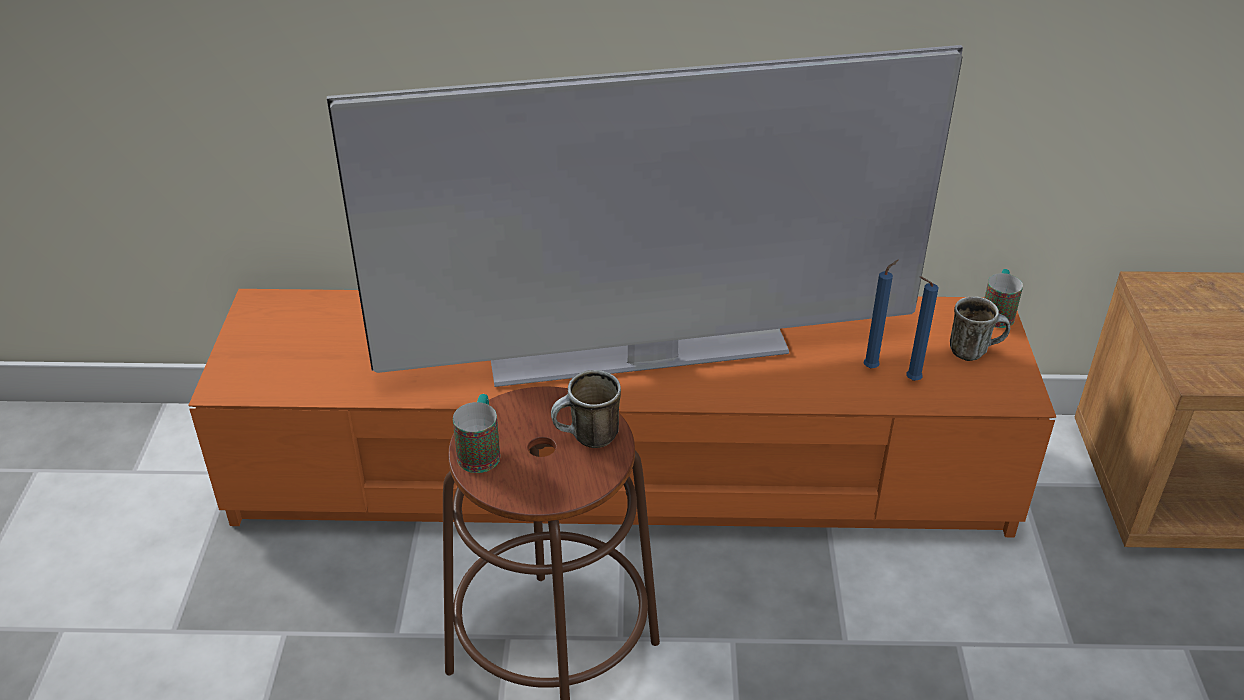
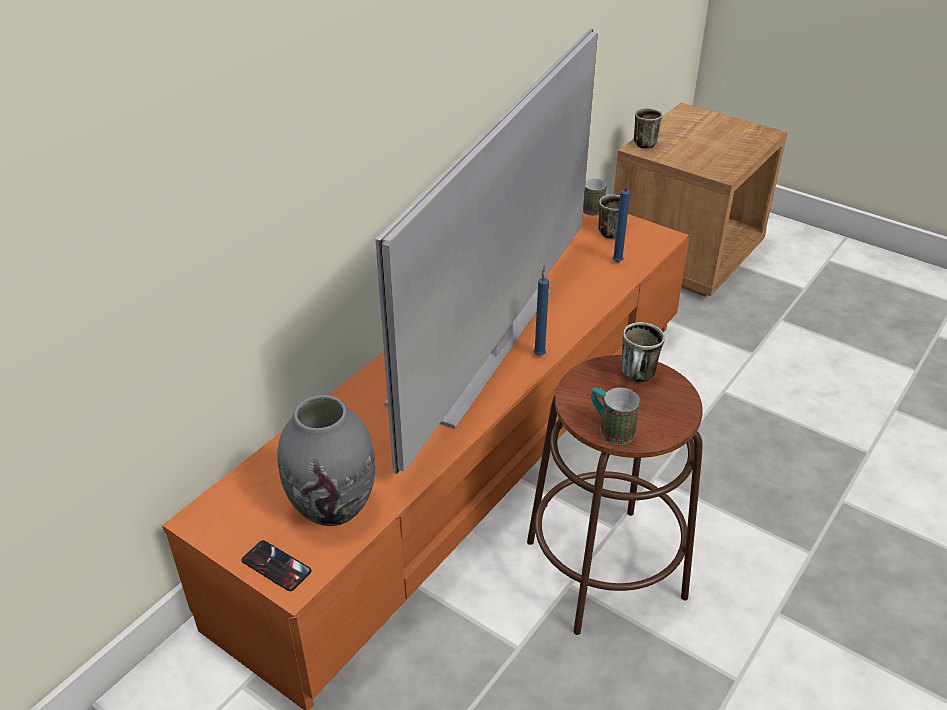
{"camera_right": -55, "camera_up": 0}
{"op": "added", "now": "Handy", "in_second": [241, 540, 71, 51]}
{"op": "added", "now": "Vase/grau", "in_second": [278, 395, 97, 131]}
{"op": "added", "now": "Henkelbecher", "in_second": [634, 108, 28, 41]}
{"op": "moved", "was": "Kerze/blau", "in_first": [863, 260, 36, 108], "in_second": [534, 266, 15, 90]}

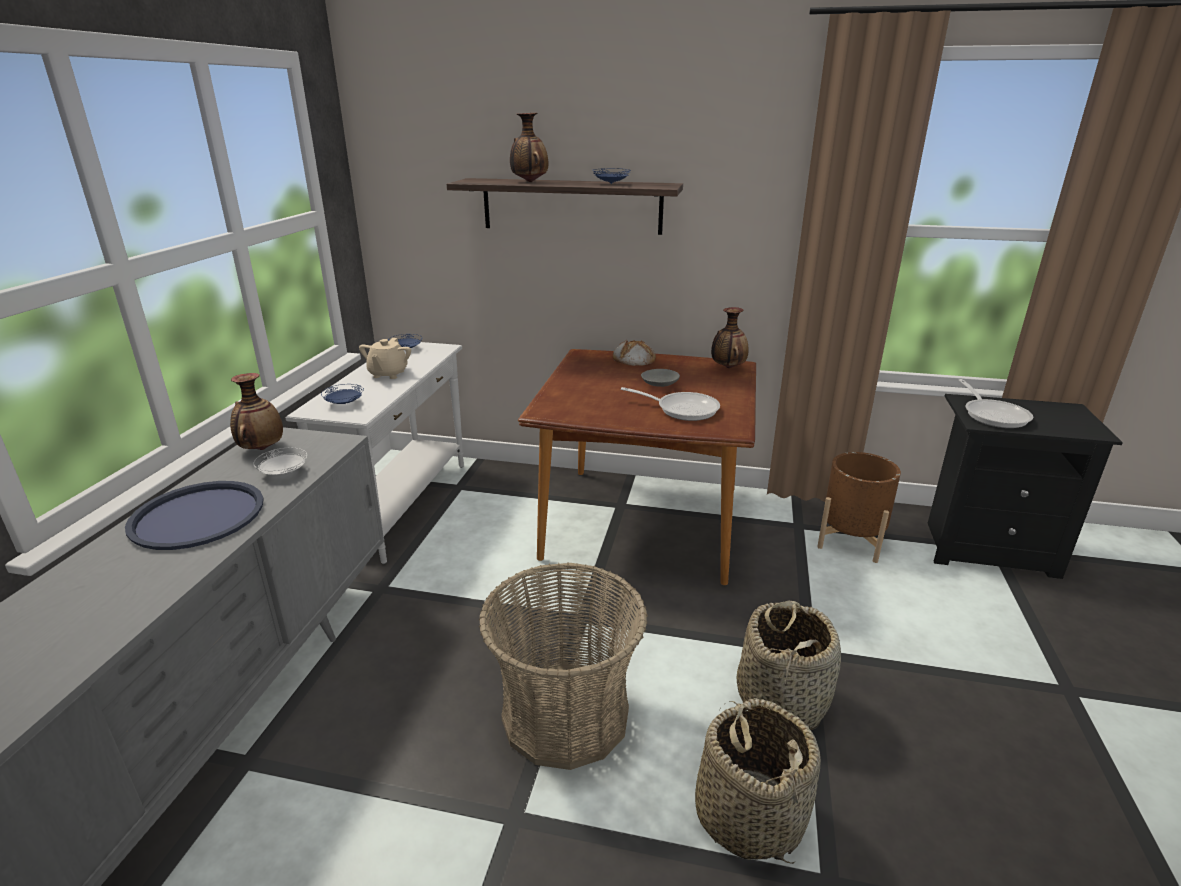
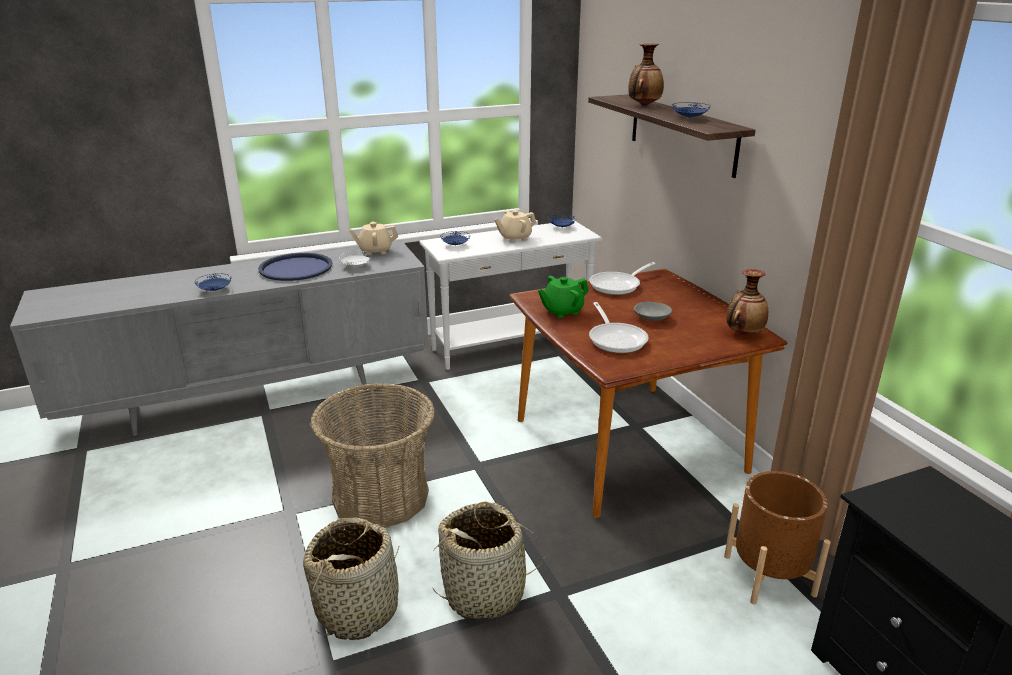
{"camera_right": 55, "camera_up": 0}
{"op": "removed", "was": "Brot", "in_first": [613, 340, 43, 26]}
{"op": "added", "now": "Teller/blau", "in_second": [195, 273, 37, 18]}
{"op": "added", "now": "Teekanne/grün", "in_second": [538, 276, 51, 42]}
{"op": "moved", "was": "Pfanne", "in_first": [959, 379, 74, 49], "in_second": [589, 262, 67, 33]}
{"op": "replaced", "was": "Vase", "now": "Teekanne/beige", "in_first": [230, 373, 53, 77], "in_second": [349, 221, 49, 34]}

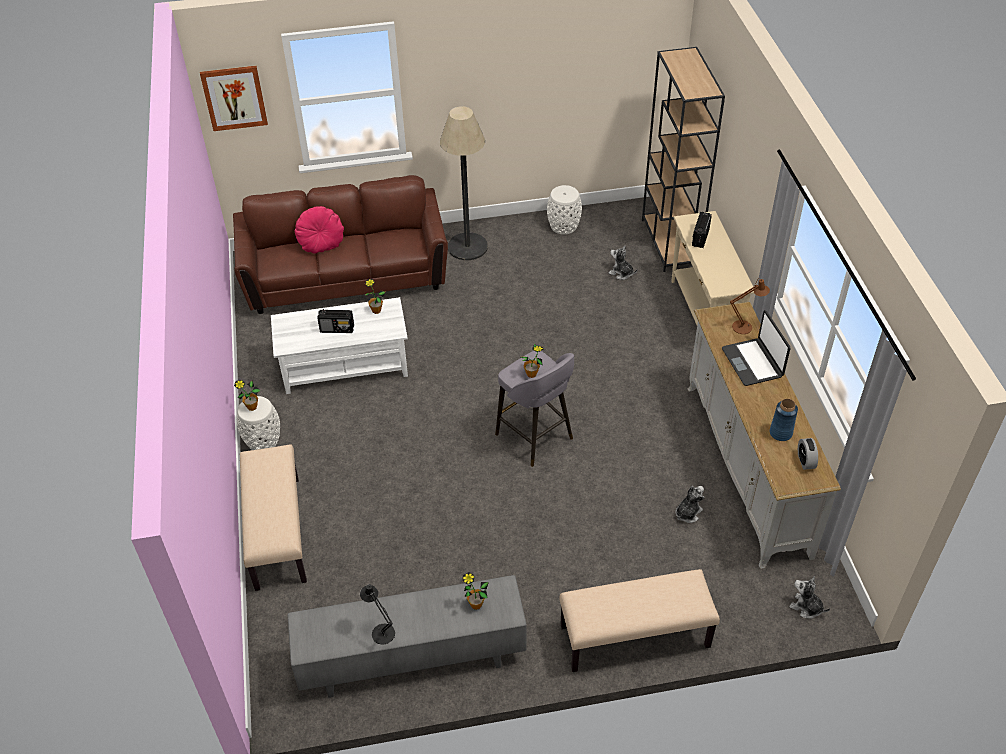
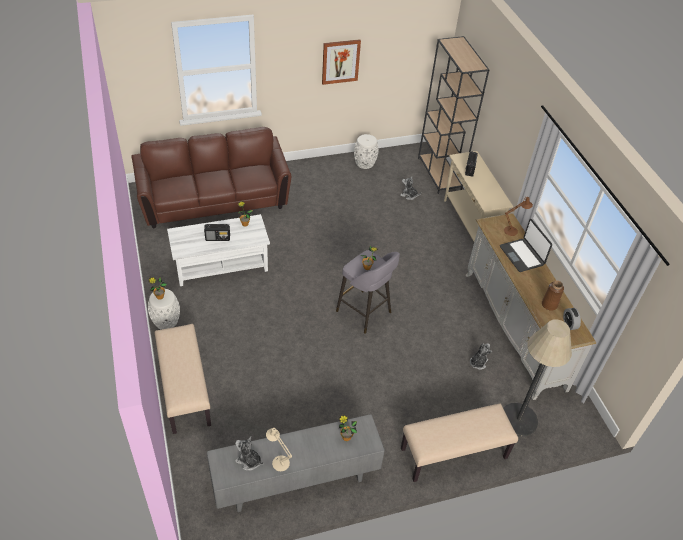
{"camera_right": -10, "camera_up": 0}
{"op": "removed", "was": "Kissen/rosa", "in_first": [295, 206, 49, 48]}
{"op": "moved", "was": "Bild", "in_first": [200, 66, 68, 65], "in_second": [322, 39, 39, 46]}
{"op": "moved", "was": "Stehlampe", "in_first": [440, 106, 48, 154], "in_second": [503, 319, 69, 118]}
{"op": "moved", "was": "Plüschtier", "in_first": [789, 576, 41, 43], "in_second": [235, 436, 29, 35]}
{"op": "recoloured", "was": "Tischlampe/schwarz", "now": "Tischlampe/beige", "in_first": [360, 584, 35, 60], "in_second": [266, 428, 26, 43]}
{"op": "recoloured", "was": "Vase/blau", "now": "Vase/braun", "in_first": [769, 399, 29, 42], "in_second": [542, 280, 22, 31]}

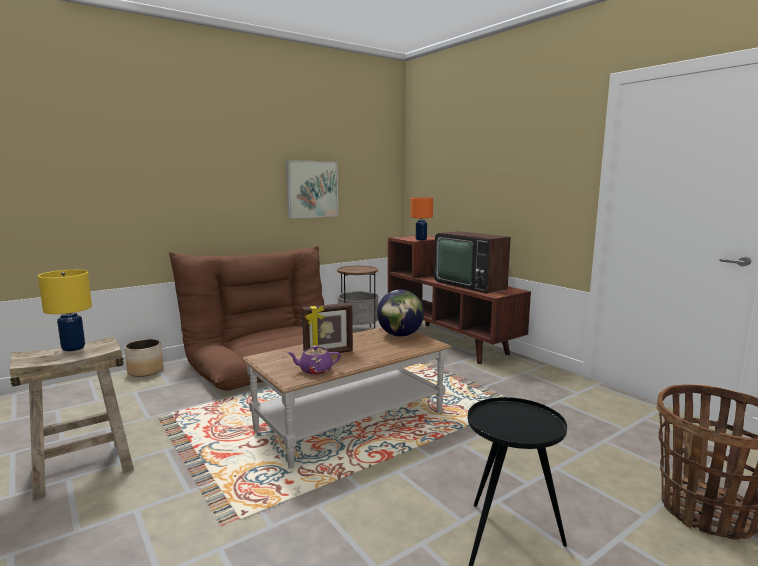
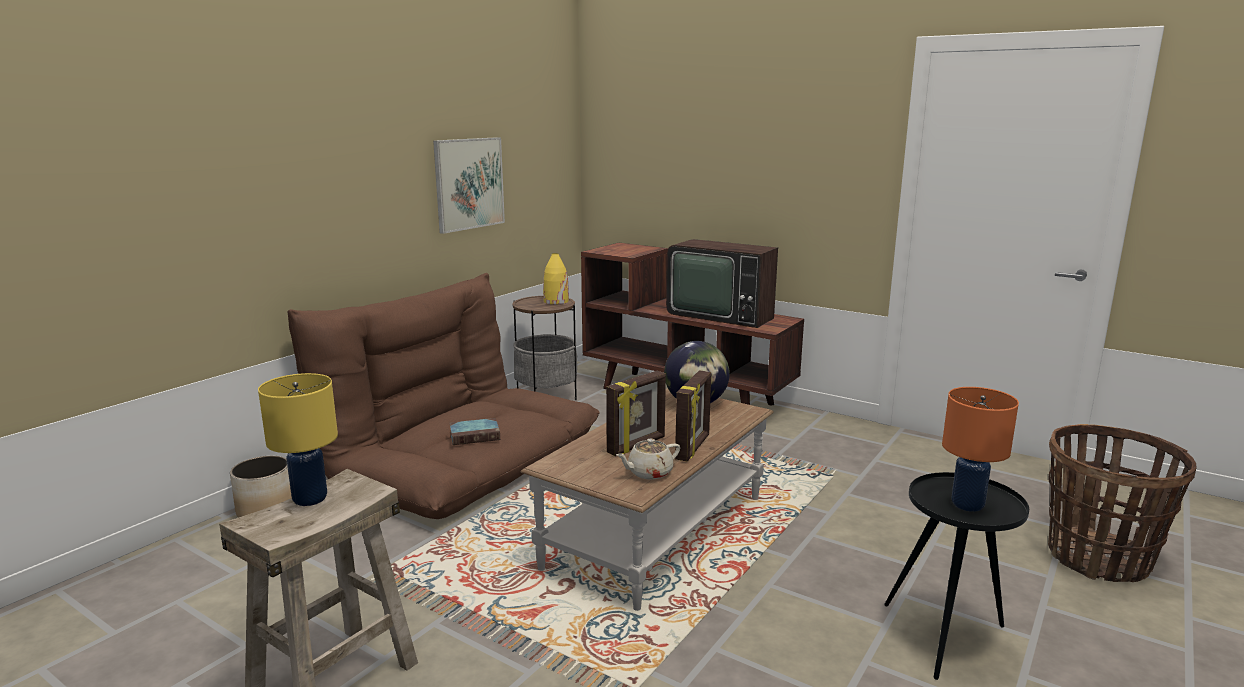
{"camera_right": -20, "camera_up": 5}
{"op": "added", "now": "Buch", "in_second": [450, 418, 50, 27]}
{"op": "added", "now": "Vase/gelb", "in_second": [543, 253, 26, 51]}
{"op": "added", "now": "Bilderrahmen", "in_second": [675, 370, 36, 91]}
{"op": "moved", "was": "Tischlampe/orange", "in_first": [410, 197, 23, 43], "in_second": [942, 387, 77, 125]}
{"op": "recoloured", "was": "Teekanne/lila", "now": "Teekanne/beige", "in_first": [287, 345, 54, 30], "in_second": [616, 439, 64, 41]}

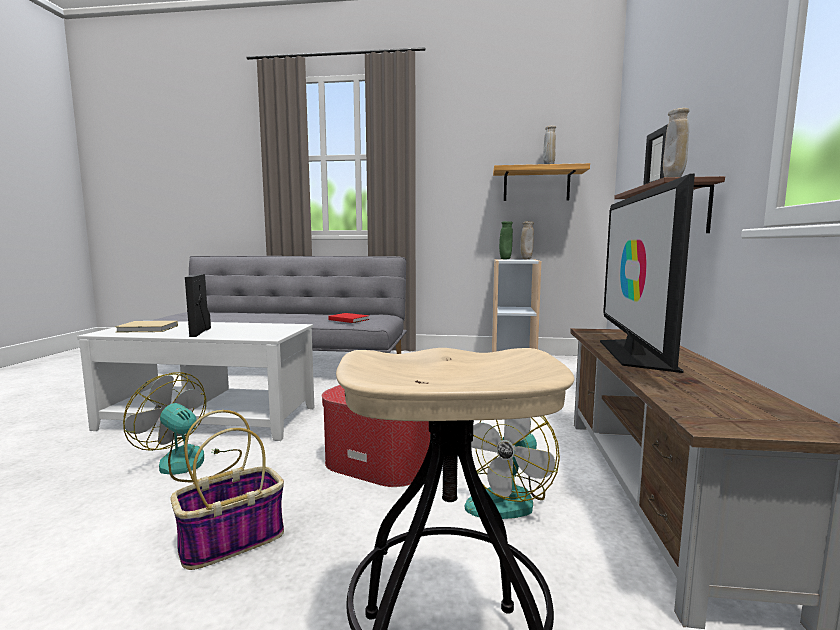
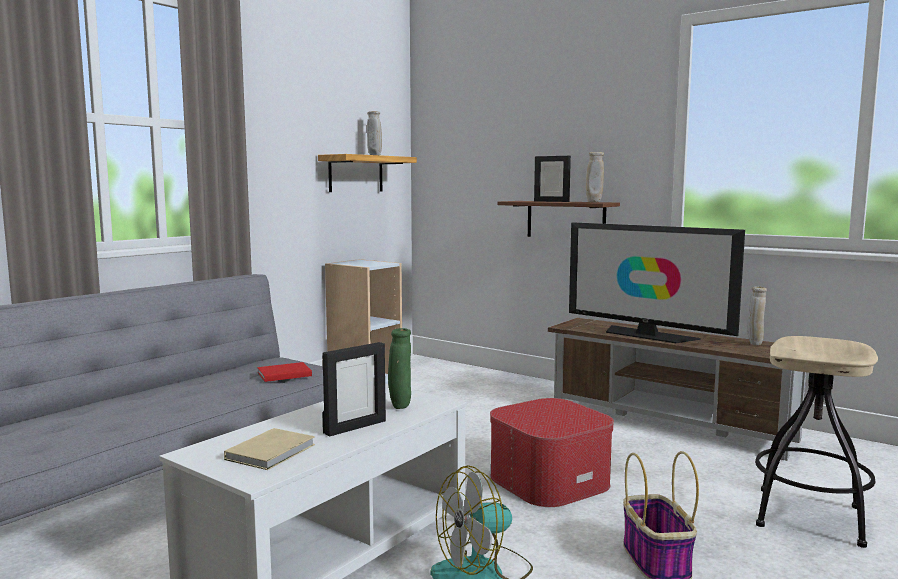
{"camera_right": -60, "camera_up": 0}
{"op": "removed", "was": "Ventilator", "in_first": [465, 416, 95, 103]}
{"op": "moved", "was": "Vase/grün", "in_first": [499, 221, 14, 39], "in_second": [388, 328, 23, 81]}
{"op": "moved", "was": "Vase/beige", "in_first": [520, 221, 14, 38], "in_second": [747, 286, 20, 59]}
{"op": "turned", "was": "Bilderrahmen", "in_first": [185, 274, 26, 63], "in_second": [322, 342, 64, 95], "clockwise": -60}

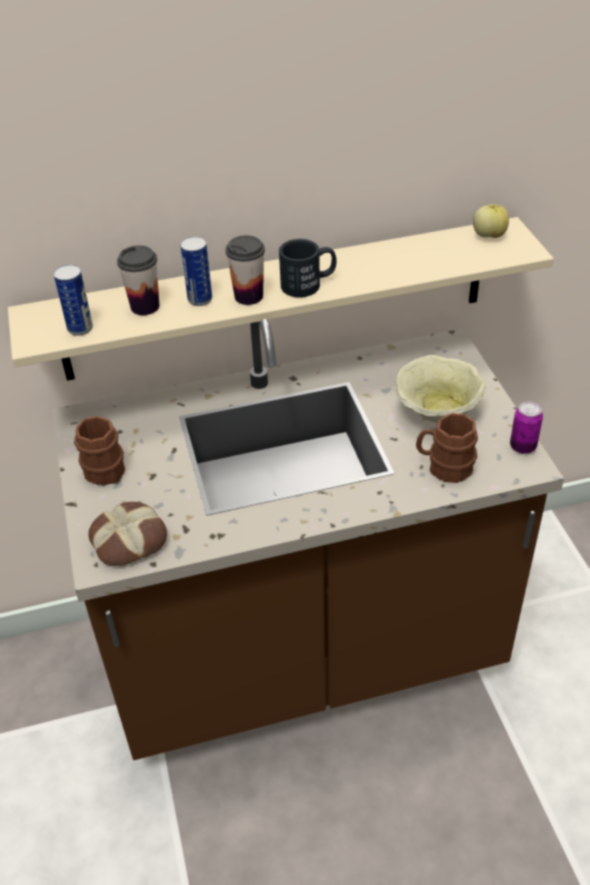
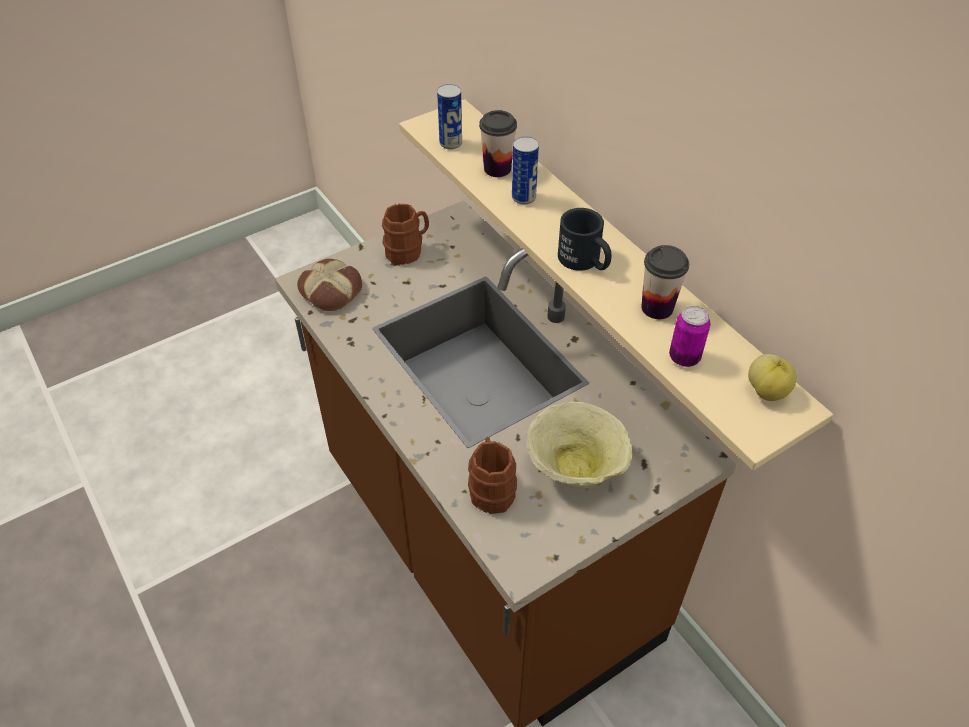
{"camera_right": 70, "camera_up": 5}
{"op": "moved", "was": "Tasse", "in_first": [225, 235, 40, 70], "in_second": [642, 245, 47, 74]}
{"op": "moved", "was": "Dose", "in_first": [510, 402, 33, 52], "in_second": [669, 306, 41, 61]}

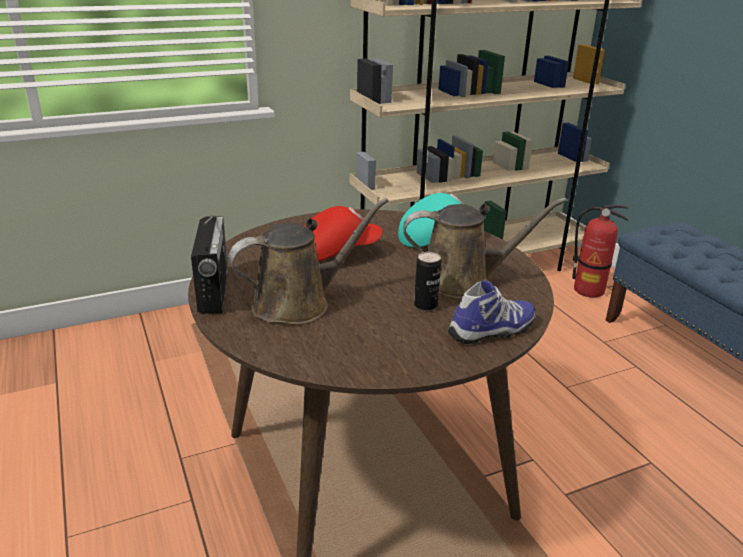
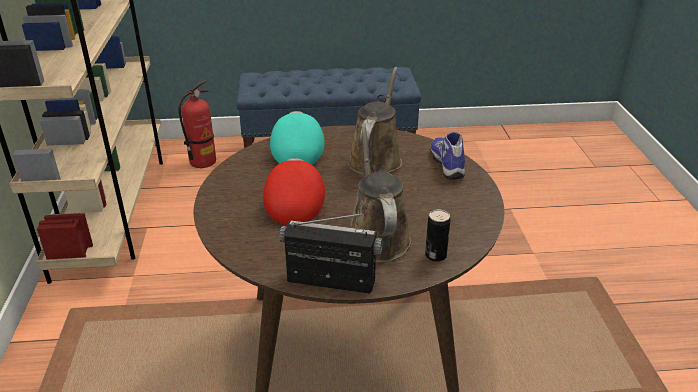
{"camera_right": -70, "camera_up": 5}
{"op": "moved", "was": "Dose", "in_first": [414, 252, 27, 59], "in_second": [425, 210, 25, 52]}

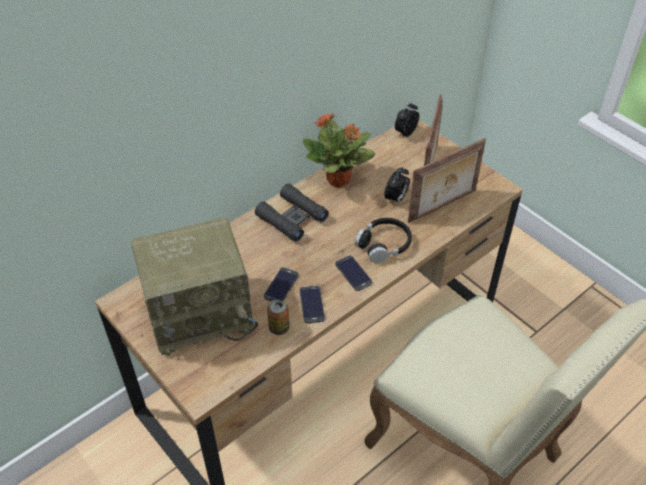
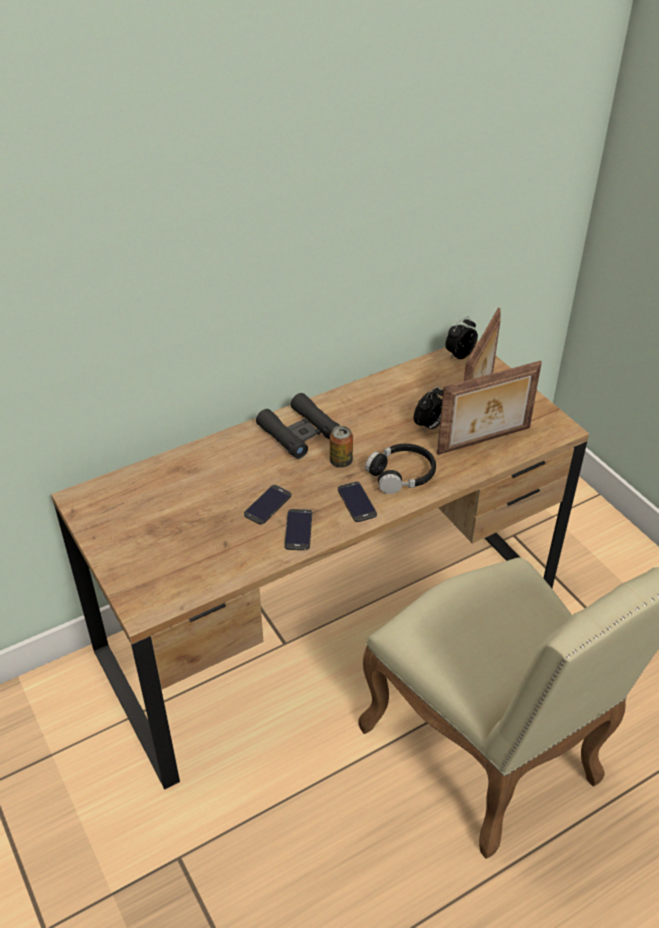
{"camera_right": 10, "camera_up": -5}
{"op": "removed", "was": "Radio", "in_first": [131, 217, 127, 139]}
{"op": "removed", "was": "Topfpflanze", "in_first": [302, 113, 73, 74]}
{"op": "moved", "was": "Dose", "in_first": [267, 299, 23, 36], "in_second": [330, 426, 23, 42]}

